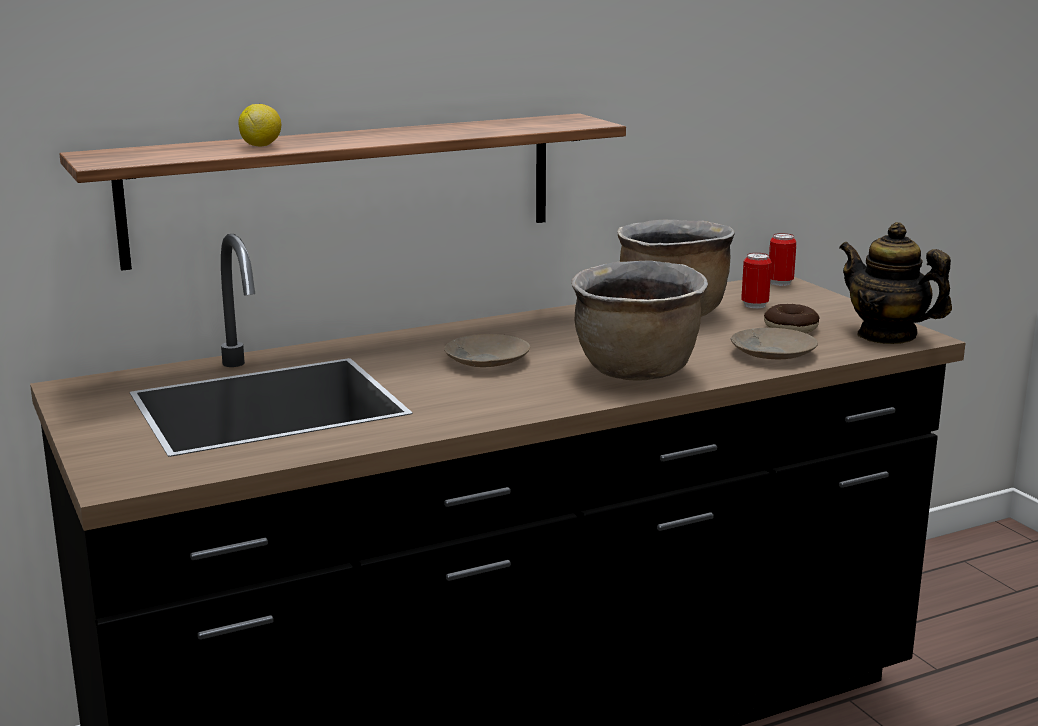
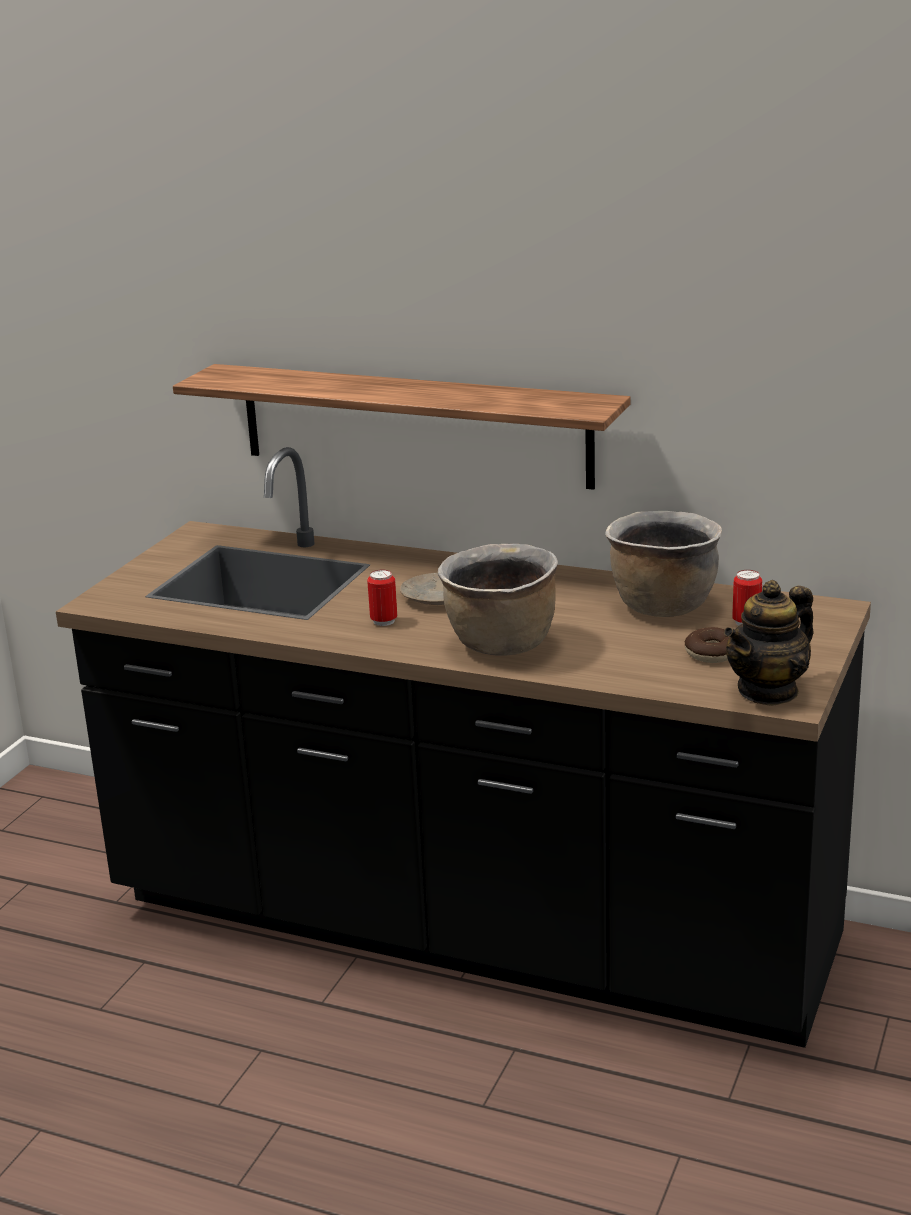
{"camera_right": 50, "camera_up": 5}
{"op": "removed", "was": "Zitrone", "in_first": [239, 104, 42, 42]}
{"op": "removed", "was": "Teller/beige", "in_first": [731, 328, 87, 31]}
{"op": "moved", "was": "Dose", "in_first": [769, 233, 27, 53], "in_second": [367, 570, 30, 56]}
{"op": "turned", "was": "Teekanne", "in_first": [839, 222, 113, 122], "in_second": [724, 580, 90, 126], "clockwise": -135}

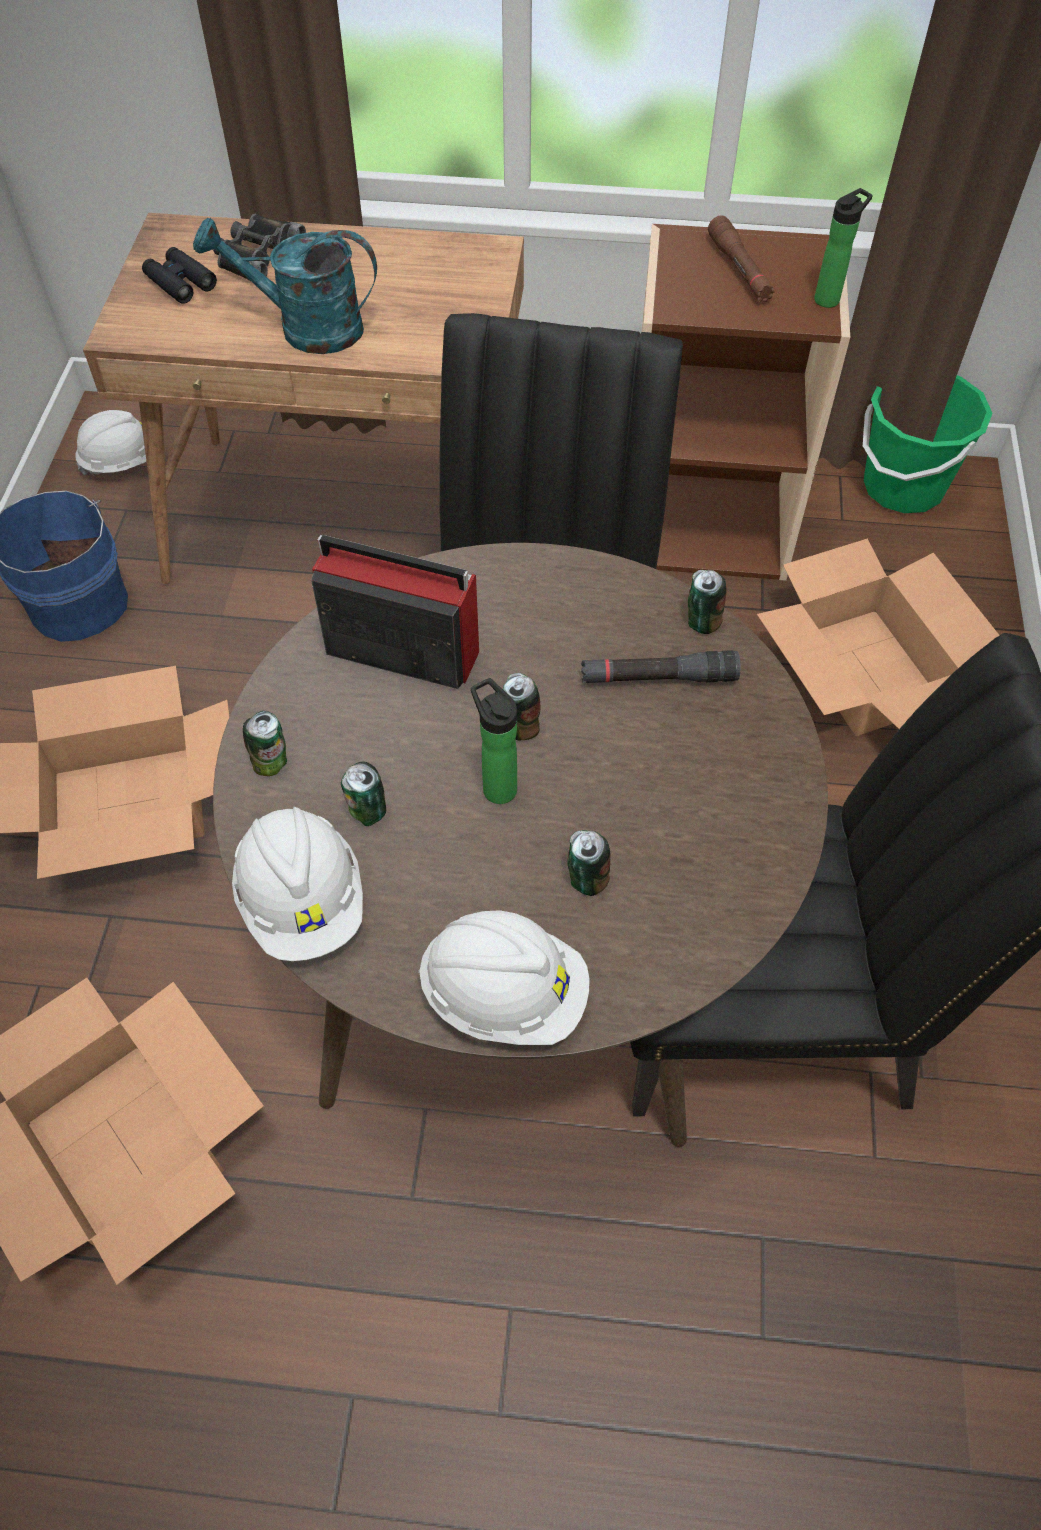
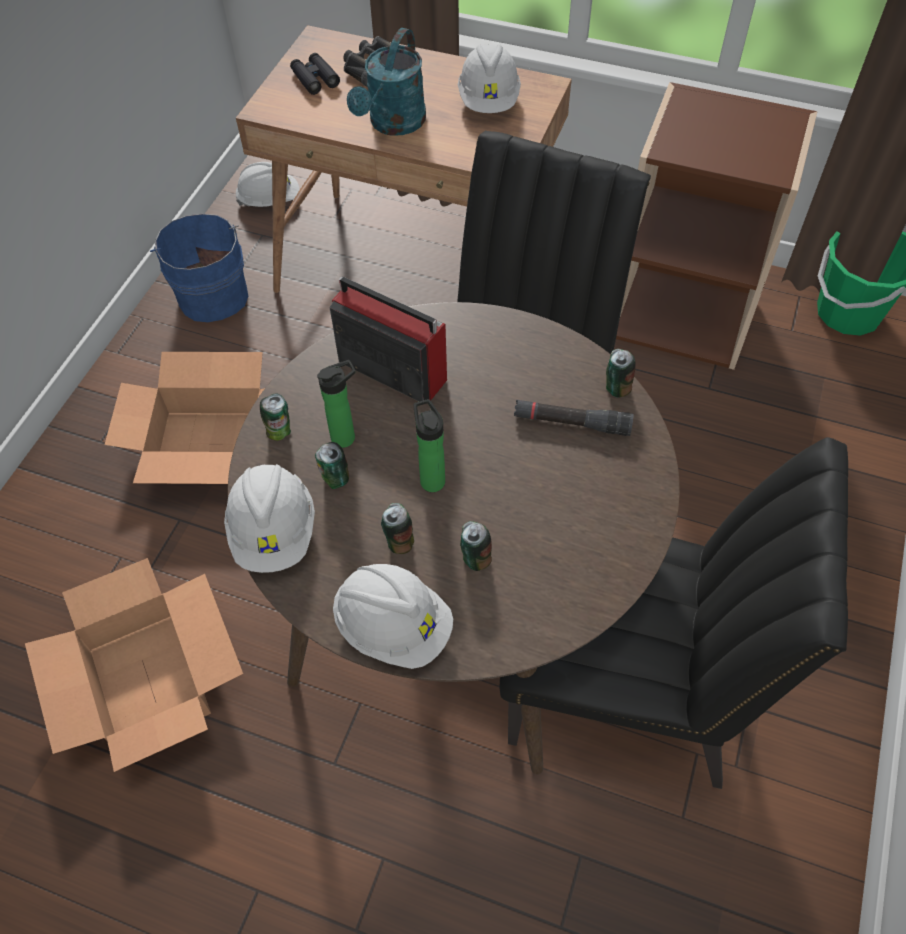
{"camera_right": 15, "camera_up": 0}
{"op": "removed", "was": "Taschenlampe/braun", "in_first": [708, 215, 66, 87]}
{"op": "removed", "was": "Karton", "in_first": [757, 539, 242, 197]}
{"op": "added", "now": "Schutzhelm/weiß", "in_second": [458, 44, 63, 69]}
{"op": "moved", "was": "Dose", "in_first": [503, 673, 37, 68], "in_second": [381, 503, 33, 51]}
{"op": "moved", "was": "Flasche", "in_first": [814, 188, 59, 120], "in_second": [317, 360, 38, 88]}
{"op": "turned", "was": "Gießkanne/türkis", "in_first": [193, 217, 184, 137], "in_second": [347, 28, 79, 108], "clockwise": -90}

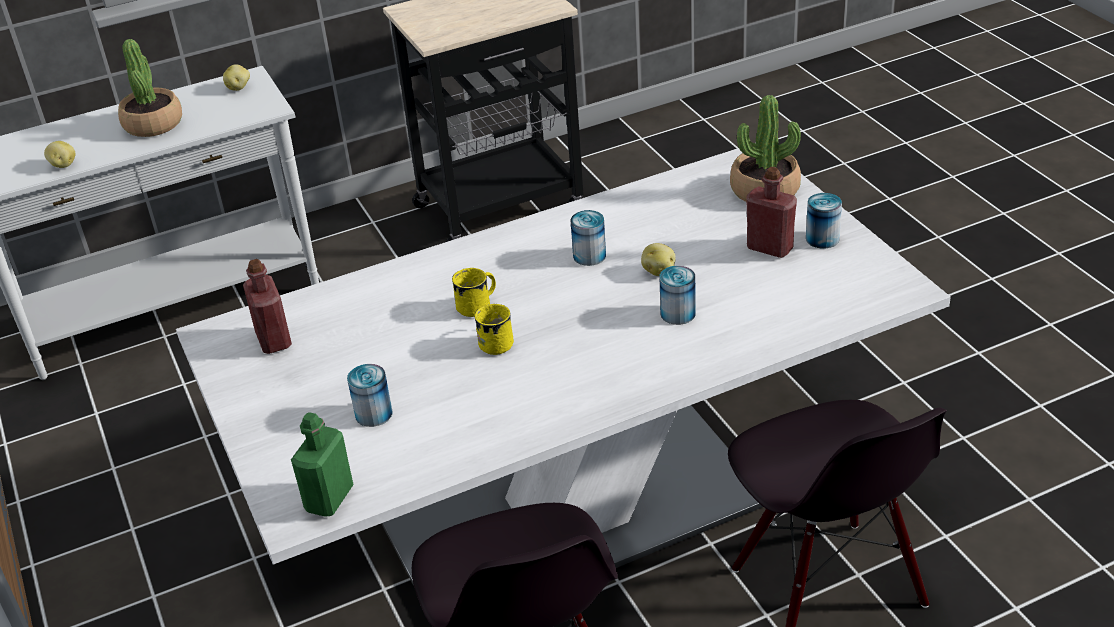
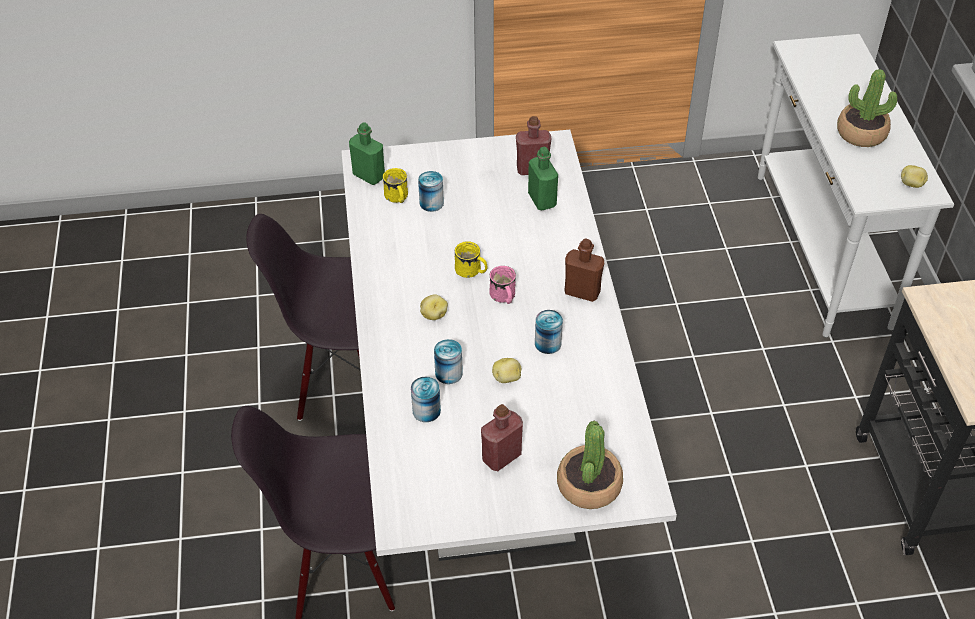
{"camera_right": 105, "camera_up": 10}
{"op": "added", "now": "Henkelbecher/rosa", "in_second": [489, 266, 27, 38]}
{"op": "added", "now": "Flasche/grün", "in_second": [528, 146, 30, 64]}
{"op": "added", "now": "Flasche/braun", "in_second": [565, 238, 39, 64]}
{"op": "moved", "was": "Kartoffel", "in_first": [44, 141, 32, 27], "in_second": [420, 294, 28, 26]}
{"op": "moved", "was": "Henkelbecher/gelb", "in_first": [452, 268, 44, 49], "in_second": [383, 168, 25, 35]}
{"op": "moved", "was": "Dose", "in_first": [806, 193, 36, 56], "in_second": [411, 377, 30, 45]}

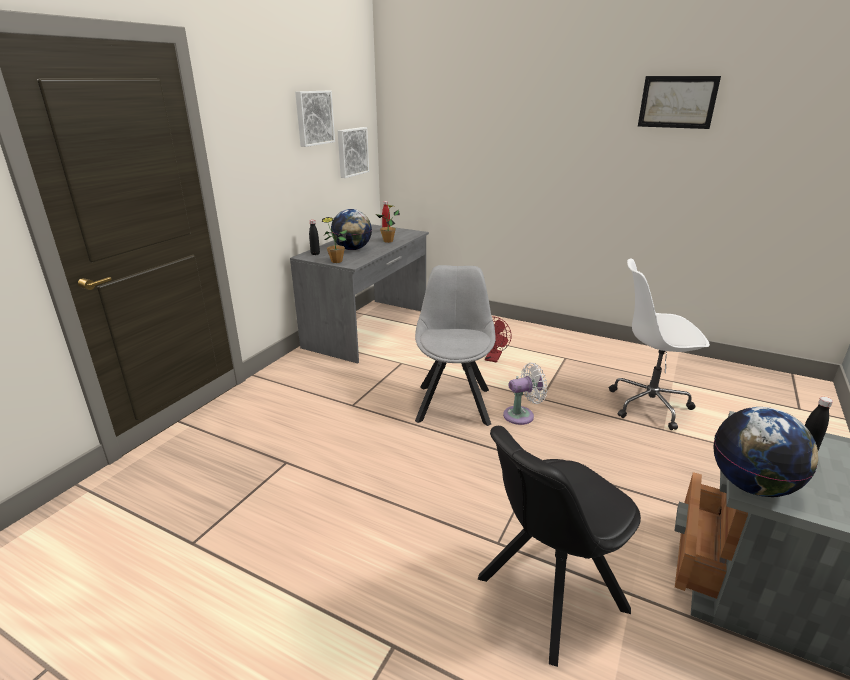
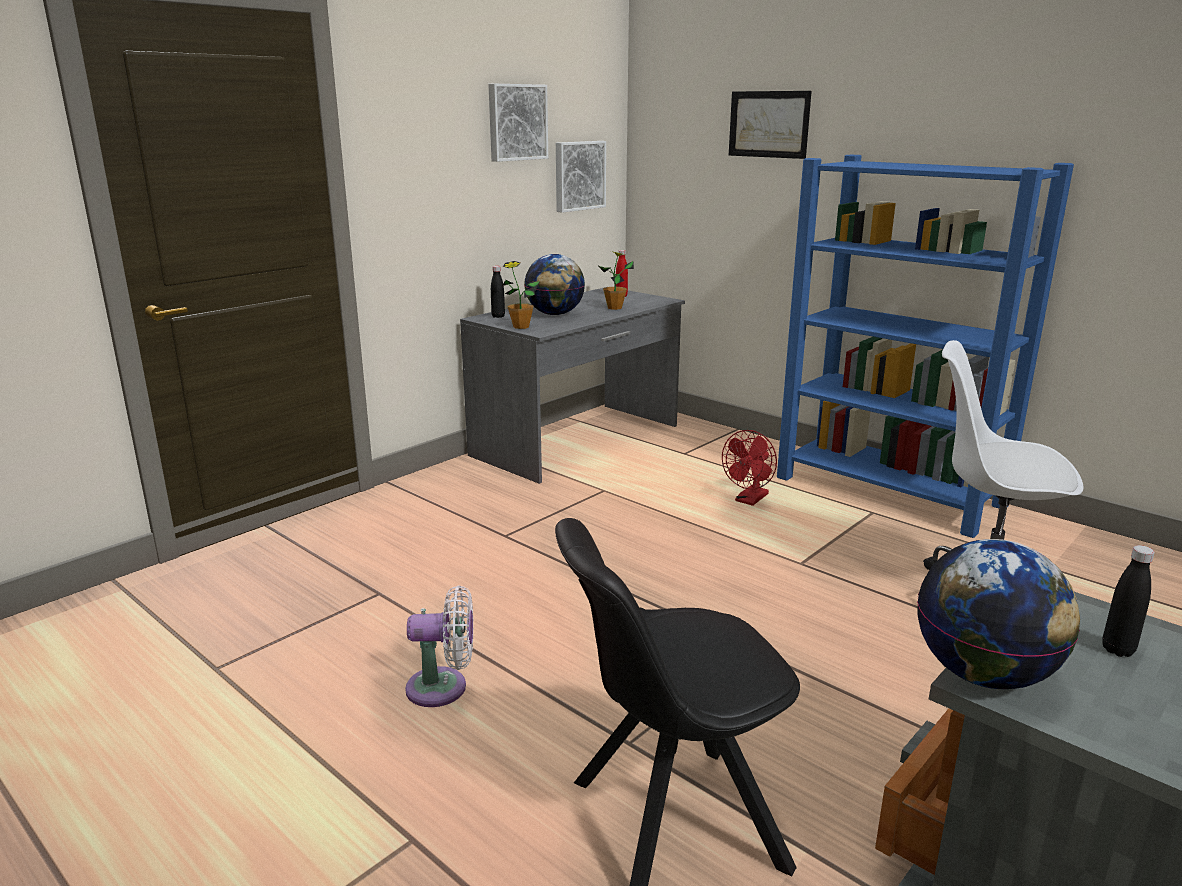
{"camera_right": 15, "camera_up": -5}
{"op": "removed", "was": "Stuhl/grau", "in_first": [415, 265, 81, 161]}
{"op": "added", "now": "Bücherregal/blau", "in_second": [777, 155, 297, 383]}
{"op": "moved", "was": "Ventilator/weiß", "in_first": [503, 363, 45, 62], "in_second": [405, 585, 68, 122]}
{"op": "moved", "was": "Bild", "in_first": [638, 76, 83, 53], "in_second": [729, 91, 83, 68]}

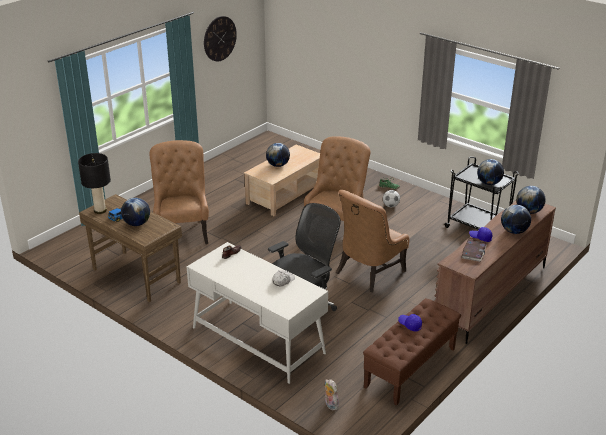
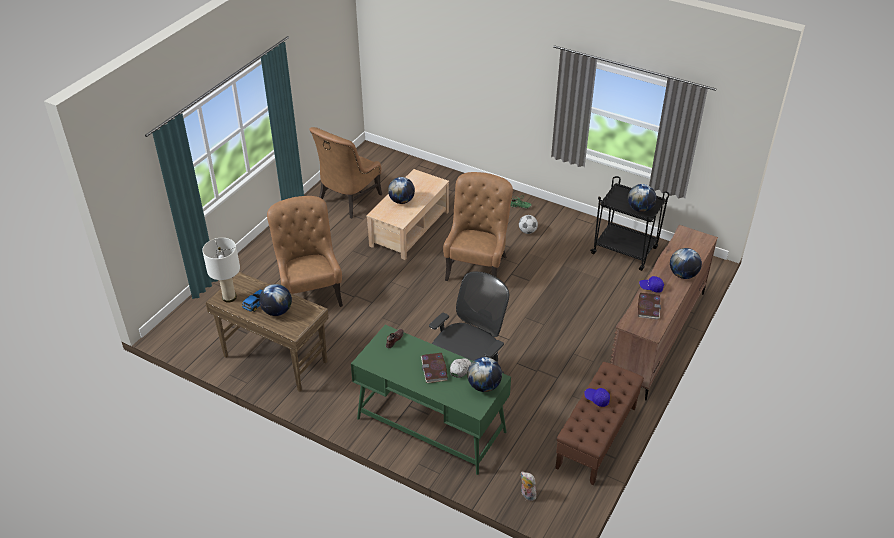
{"camera_right": -10, "camera_up": 10}
{"op": "removed", "was": "Wanduhr", "in_first": [204, 16, 33, 45]}
{"op": "added", "now": "Buch", "in_second": [421, 353, 27, 30]}
{"op": "moved", "was": "Stuhl/braun", "in_first": [336, 190, 73, 102], "in_second": [309, 127, 73, 91]}
{"op": "moved", "was": "Globus", "in_first": [516, 186, 30, 28], "in_second": [467, 357, 35, 35]}
{"op": "recoloured", "was": "Tischlampe/schwarz", "now": "Tischlampe/weiß", "in_first": [78, 153, 33, 61], "in_second": [202, 238, 38, 65]}
{"op": "recoloured", "was": "Schreibtisch/weiß", "now": "Schreibtisch/grün", "in_first": [187, 242, 141, 142], "in_second": [351, 325, 160, 150]}

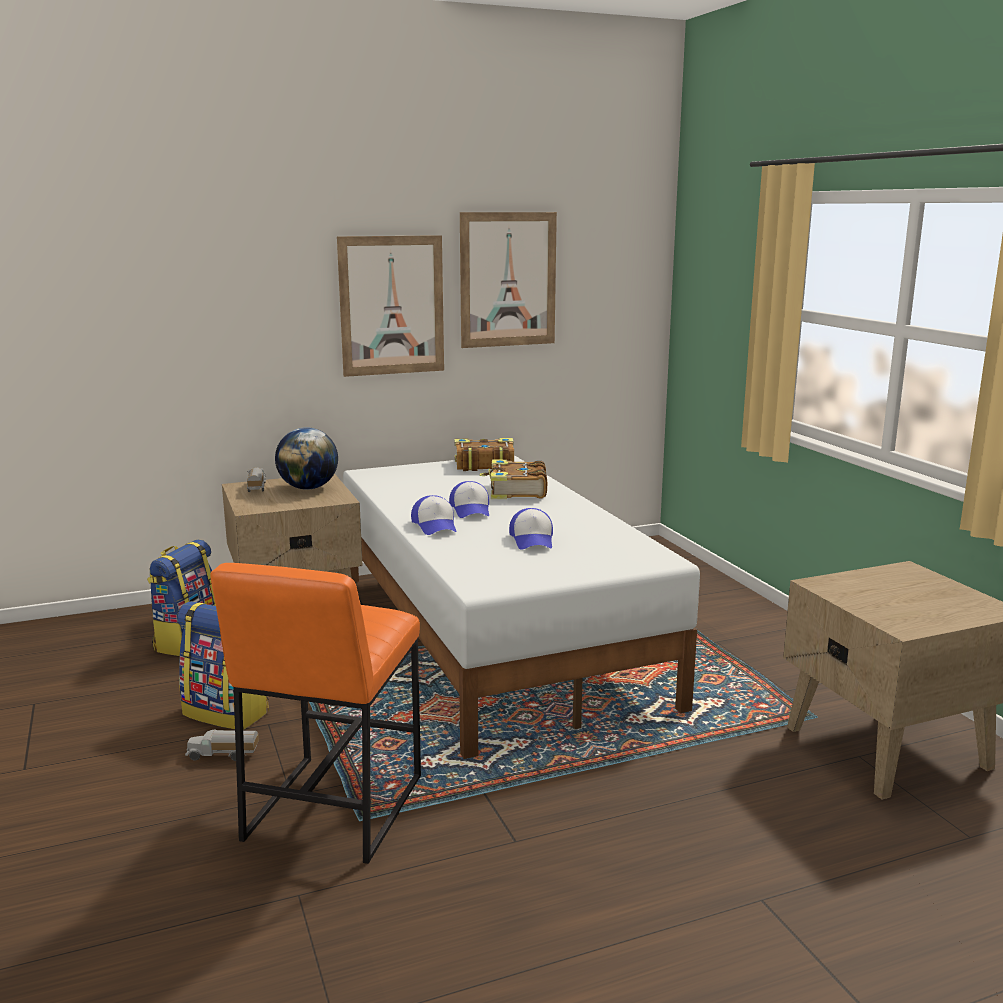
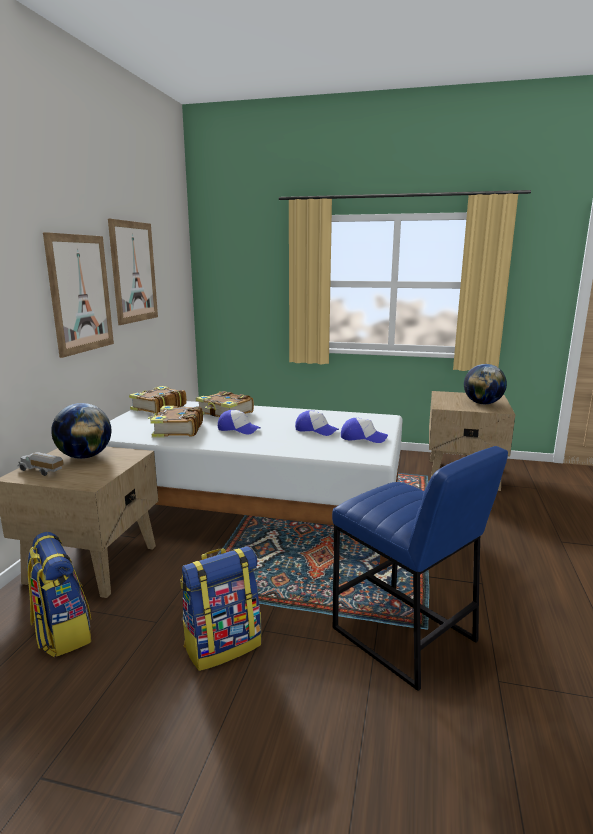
{"camera_right": -55, "camera_up": 0}
{"op": "removed", "was": "Spielzeuglaster", "in_first": [185, 730, 74, 31]}
{"op": "added", "now": "Buch", "in_second": [148, 406, 55, 31]}
{"op": "added", "now": "Globus", "in_second": [464, 364, 43, 40]}
{"op": "moved", "was": "Kappe", "in_first": [411, 495, 46, 40], "in_second": [341, 418, 47, 25]}
{"op": "recoloured", "was": "Stuhl/orange", "now": "Stuhl/blau", "in_first": [210, 563, 211, 301], "in_second": [332, 446, 176, 245]}

